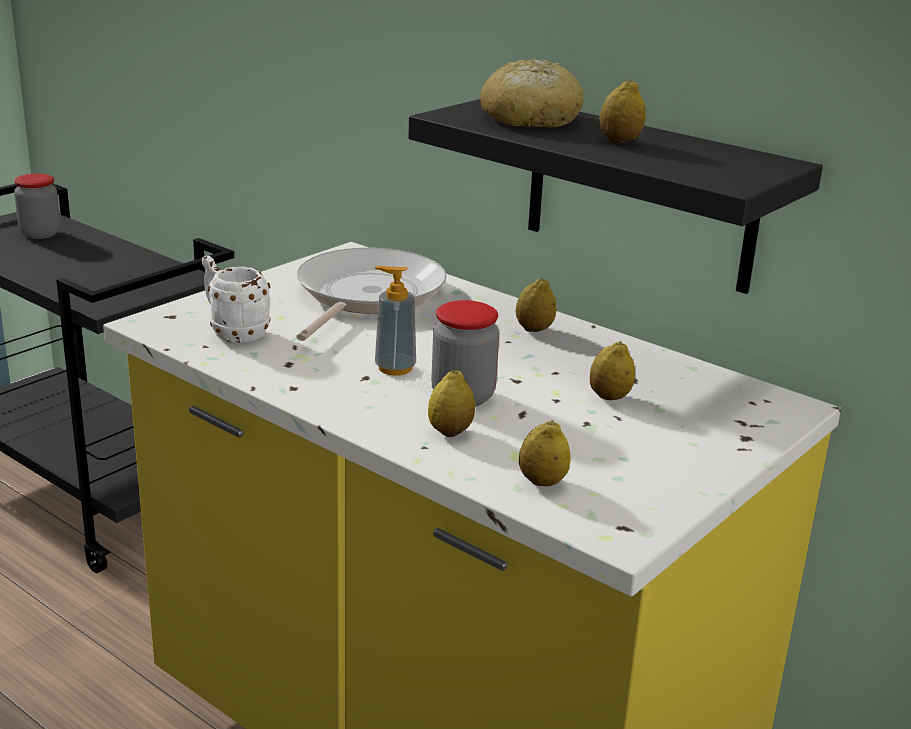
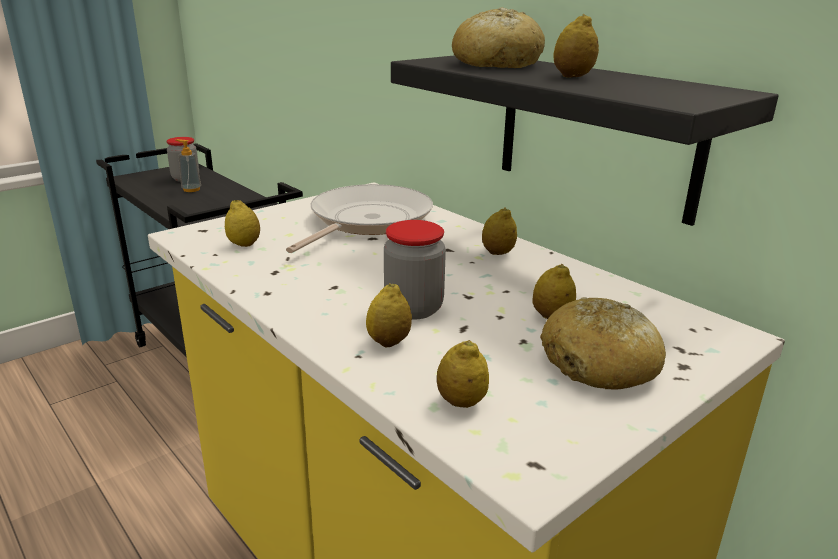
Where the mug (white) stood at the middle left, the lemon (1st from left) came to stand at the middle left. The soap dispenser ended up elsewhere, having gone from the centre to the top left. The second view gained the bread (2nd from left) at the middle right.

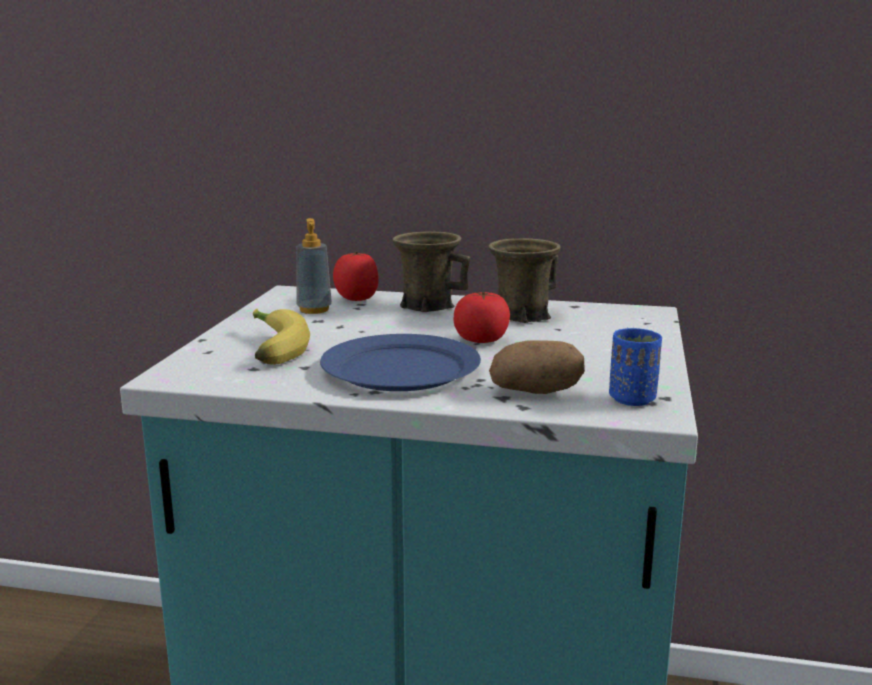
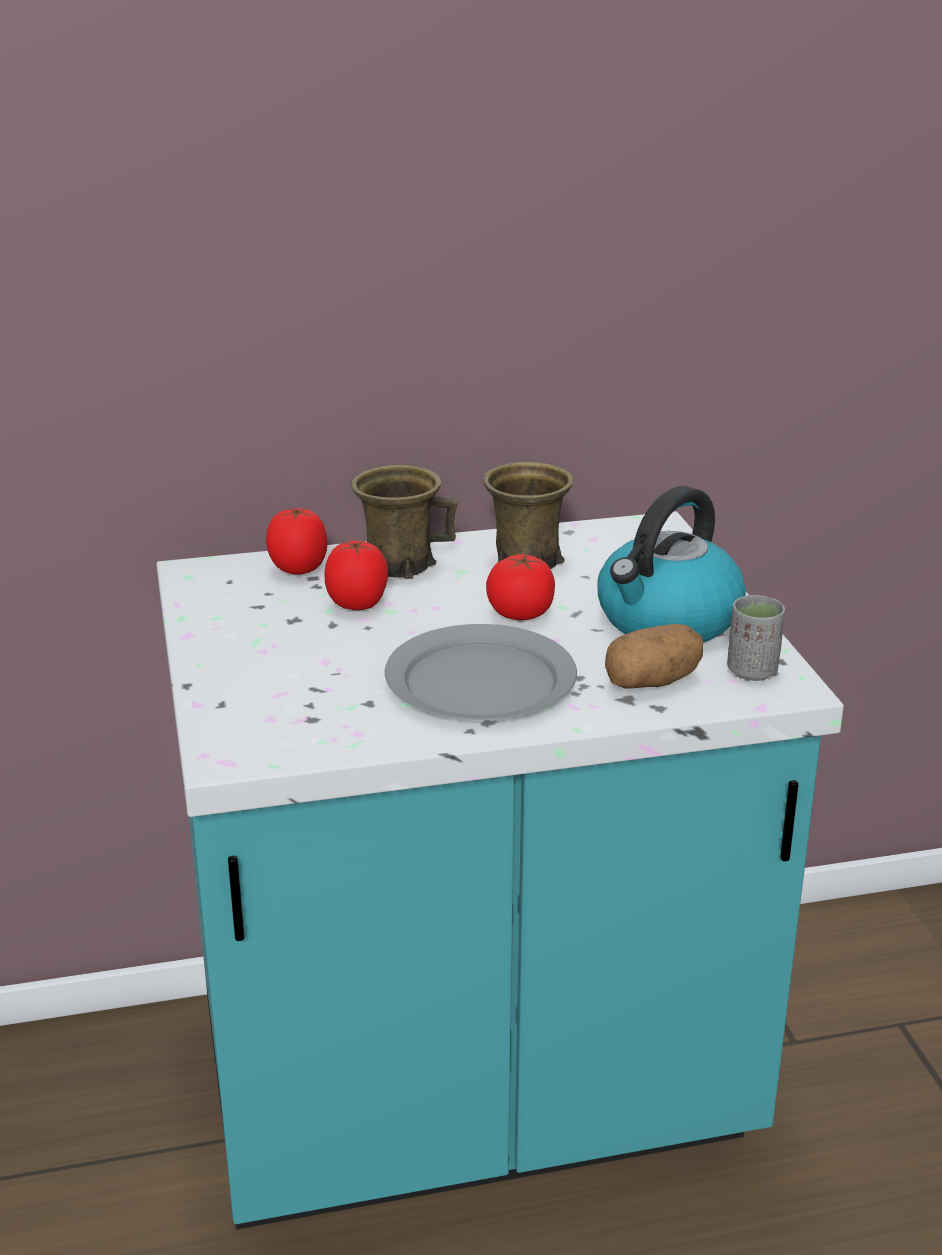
The second view lost the soap dispenser at the centre. The second view lost the banana at the middle left. What was the cup (blue) at the middle right turned into the cup (grey) at the middle right. What was the plate (blue) at the centre turned into the plate (grey) at the centre. The second view gained the kettle at the middle right. The second view gained the tomato (2nd from left) at the centre.

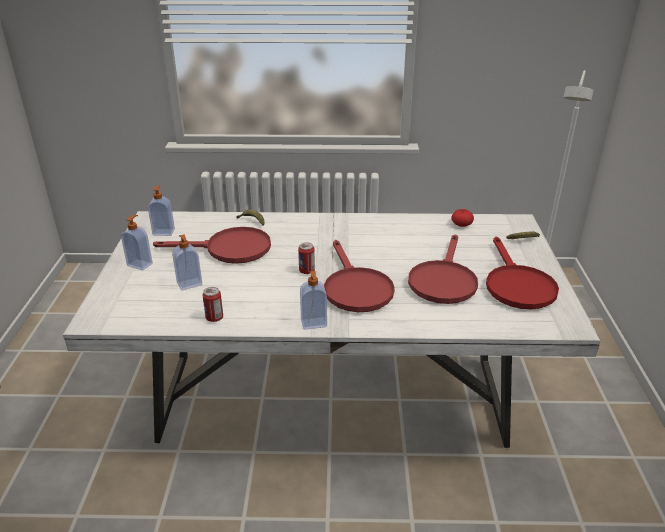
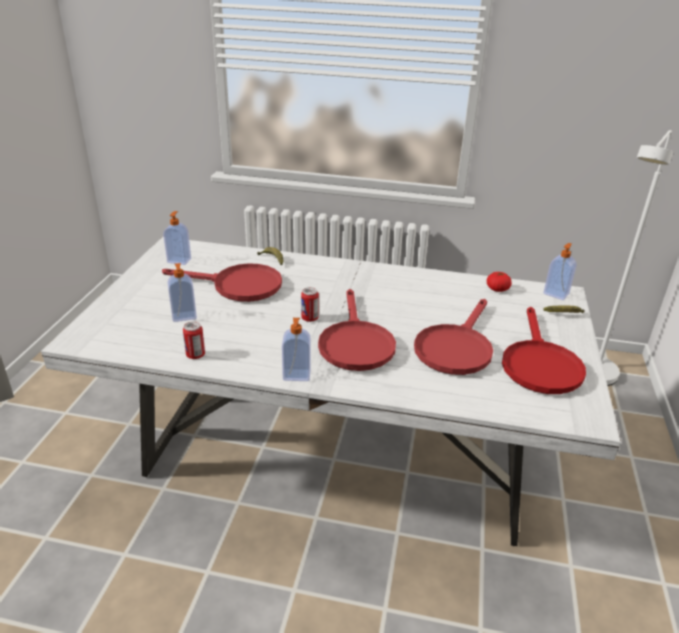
The soap dispenser (1st from left in the first image) ended up elsewhere, having gone from the middle left to the middle right.

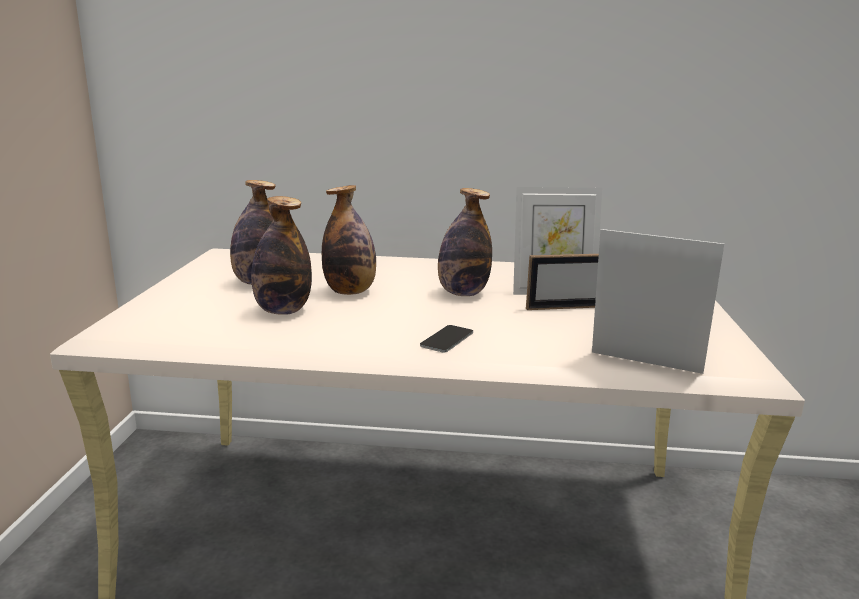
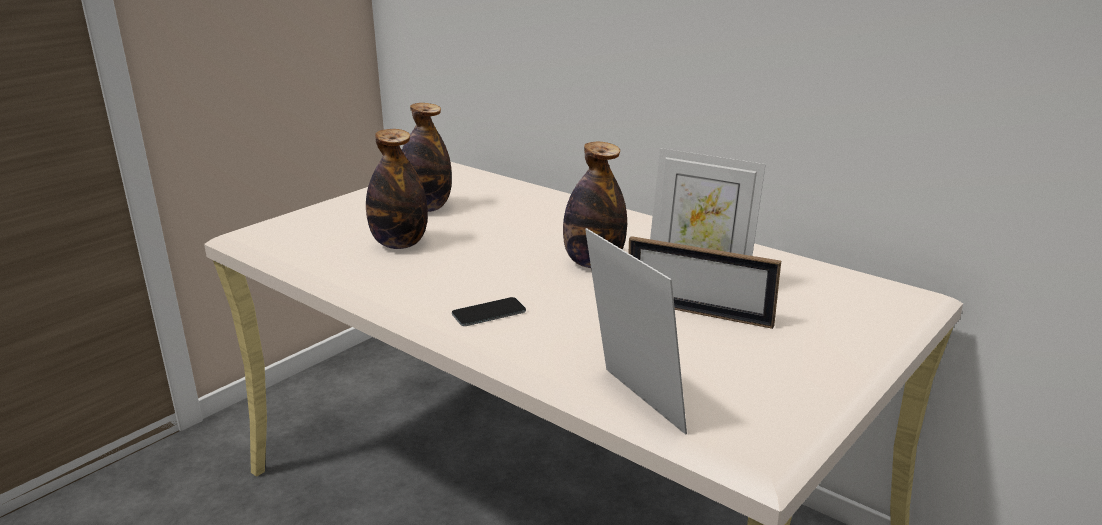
The second view lost the bottle (3rd from left) at the centre.

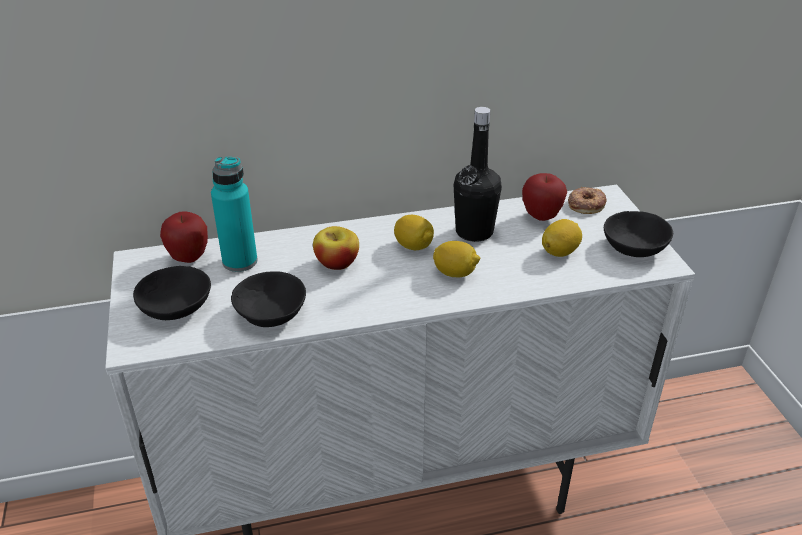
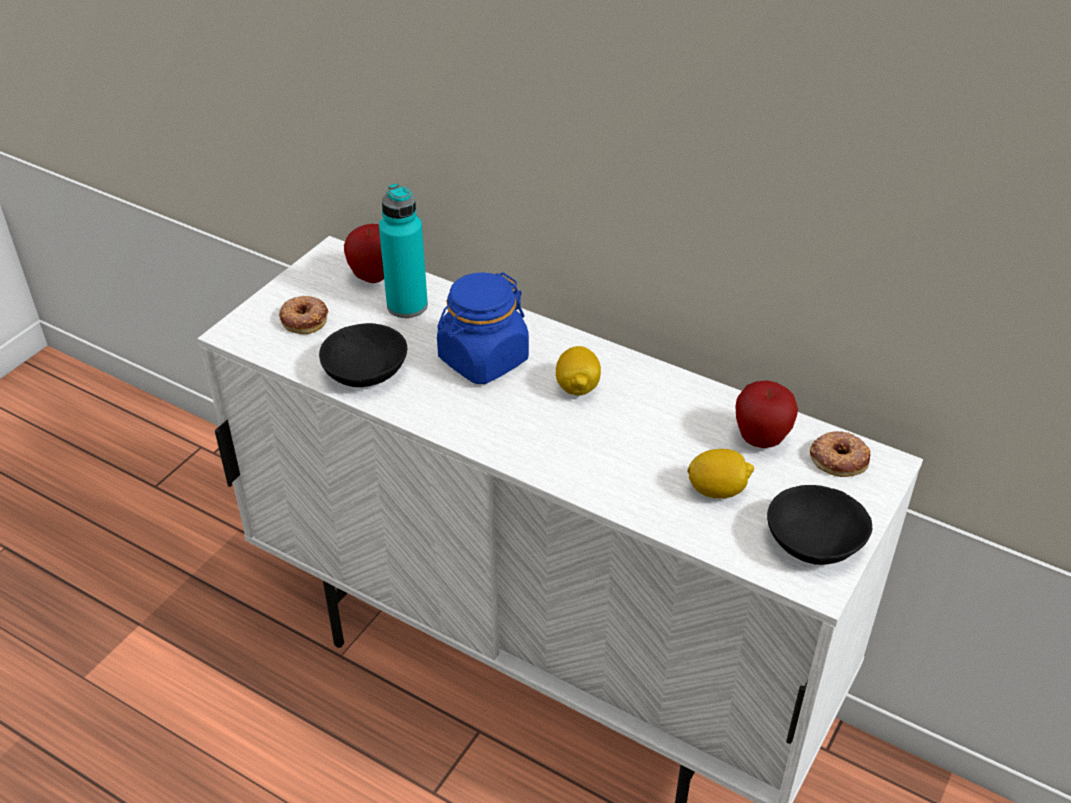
The second view lost the bottle (black) at the top centre. Where the apple (2nd from left) stood at the centre, the jar (blue) came to stand at the centre. The second view lost the lemon (2nd from left) at the centre. Where the bowl (black) (1st from left) stood at the middle left, the donut (1st from left) came to stand at the middle left.

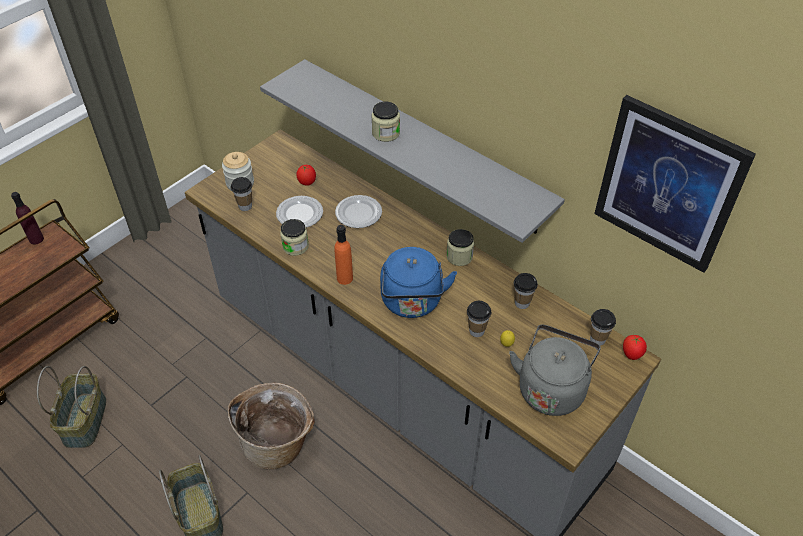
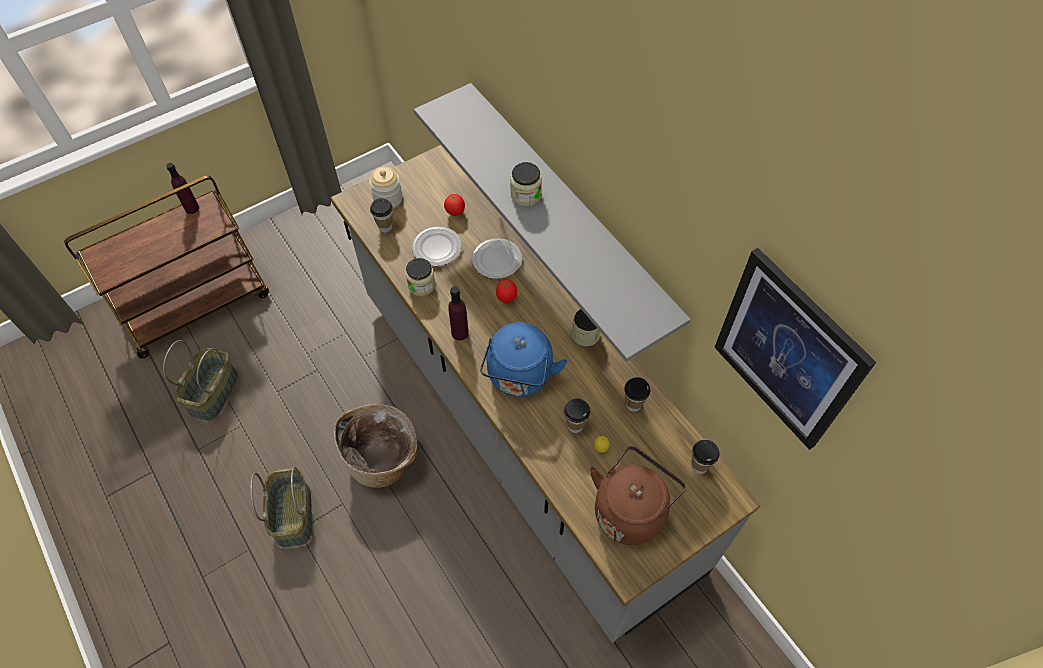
What was the bottle (orange) at the centre turned into the bottle (purple) (2nd from left) at the centre. What was the kettle (grey) at the bottom right turned into the kettle (brown) at the bottom centre. The tomato (2nd from left) ended up elsewhere, having gone from the middle right to the centre.

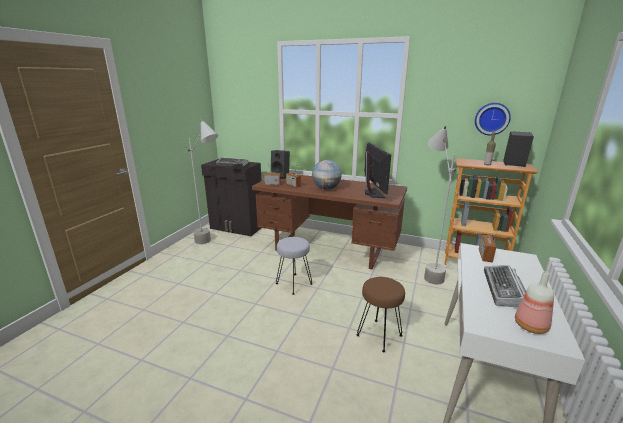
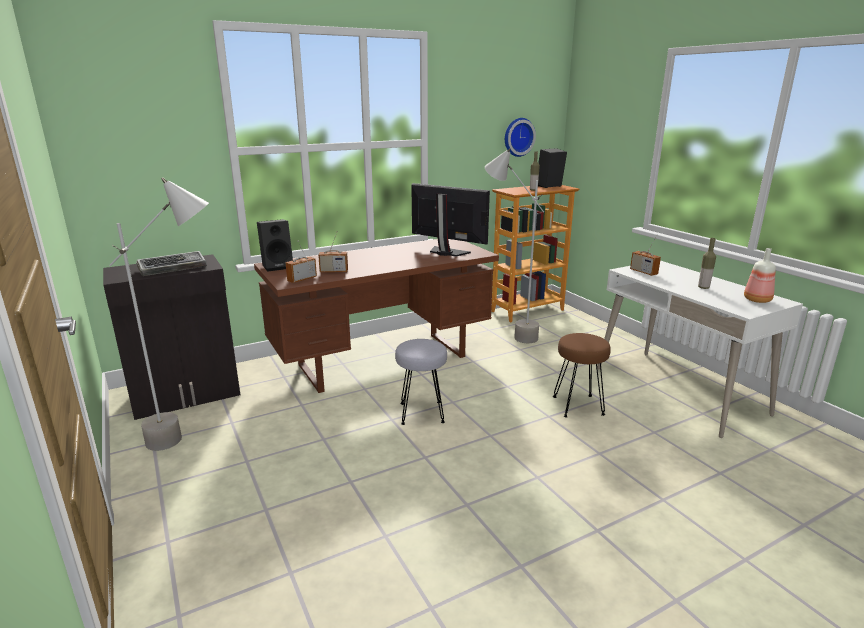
The second view lost the globe at the centre. Where the keyboard (2nd from left) stood at the bottom right, the bottle (2nd from left) came to stand at the middle right.

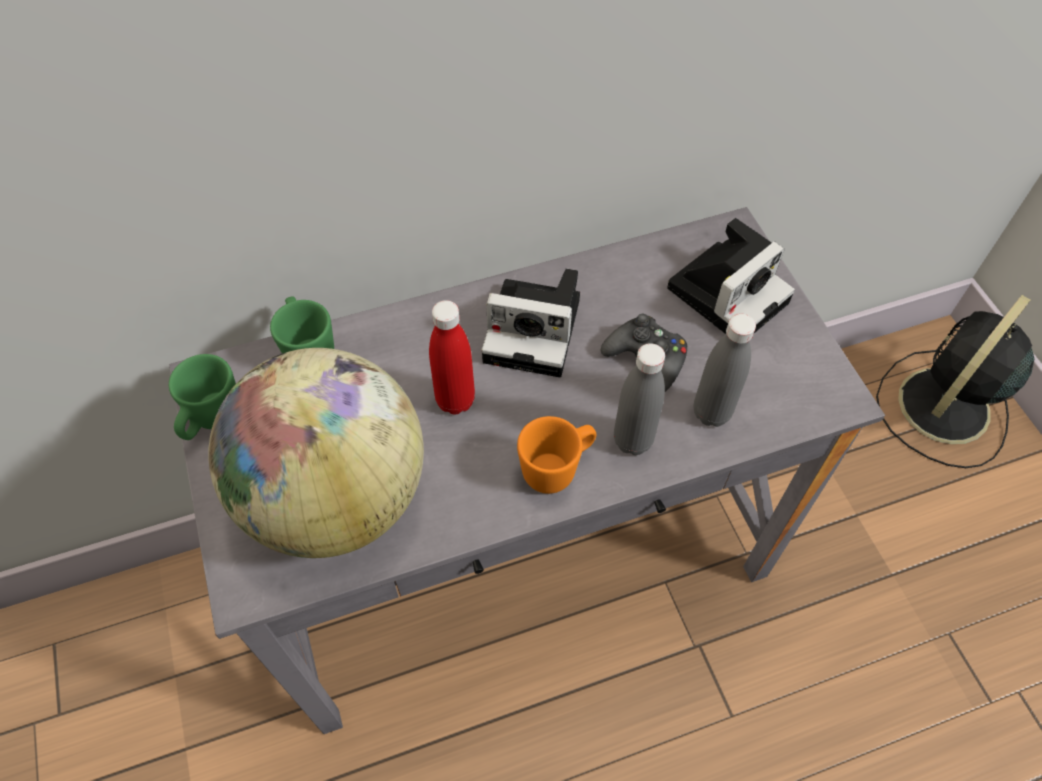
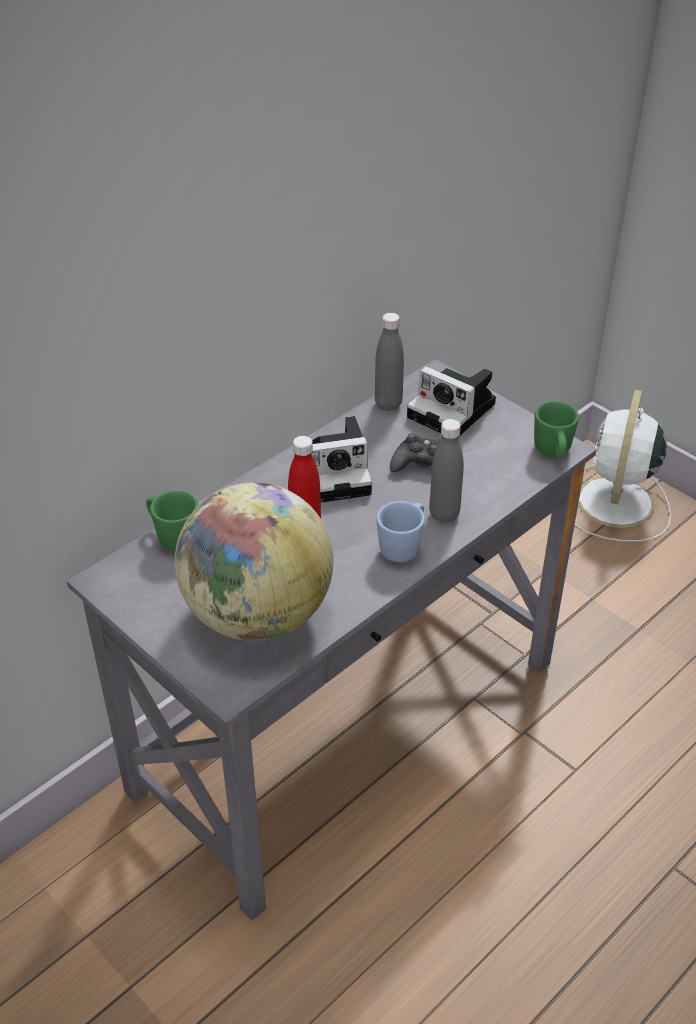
The photo camera (2nd from left) at the middle right ended up facing another way, 105 degrees clockwise from before. What was the fan (black) at the middle right turned into the fan (white) at the middle right. The bottle (grey) (2nd from left in the first image) ended up elsewhere, having gone from the middle right to the centre. The mug (green) (1st from left in the first image) ended up elsewhere, having gone from the middle left to the middle right. What was the mug (orange) at the centre turned into the mug (blue) at the centre.

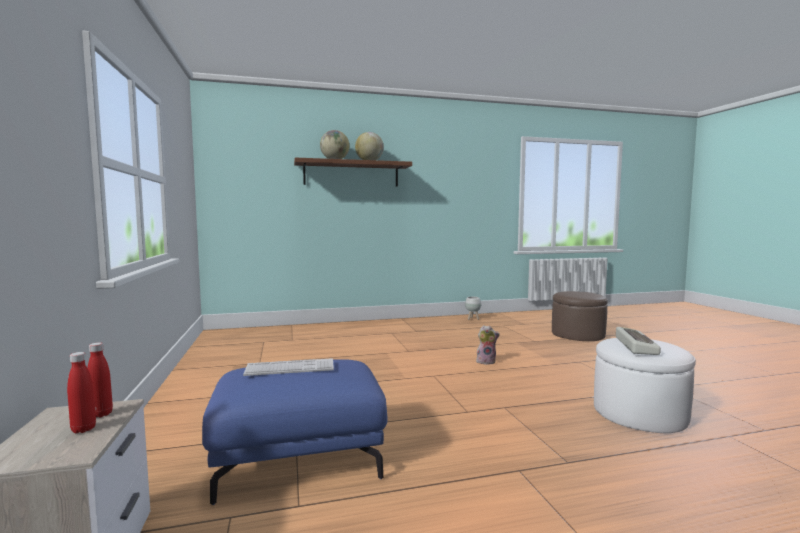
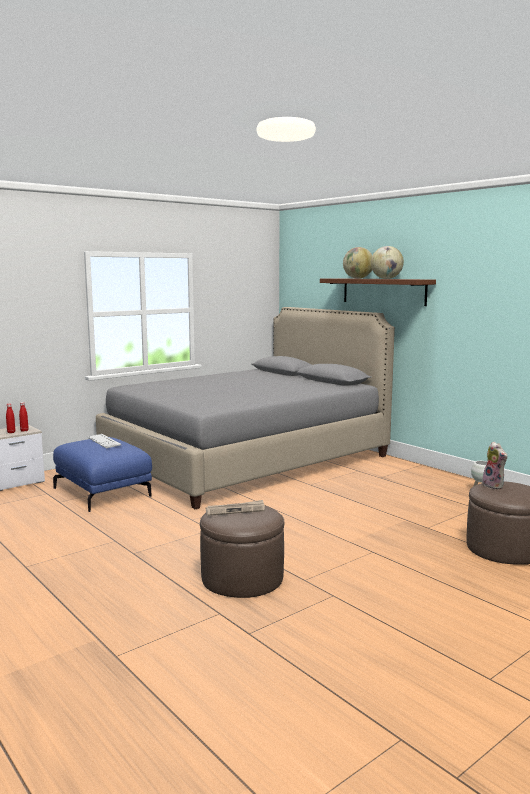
The plush toy ended up elsewhere, having gone from the centre to the middle right. Where the keyboard (2nd from left) stood at the middle right, the newspaper came to stand at the centre. What was the ottoman (white) at the bottom right turned into the ottoman (brown) (1st from left) at the bottom centre. The second view gained the bed (grey) at the centre.

